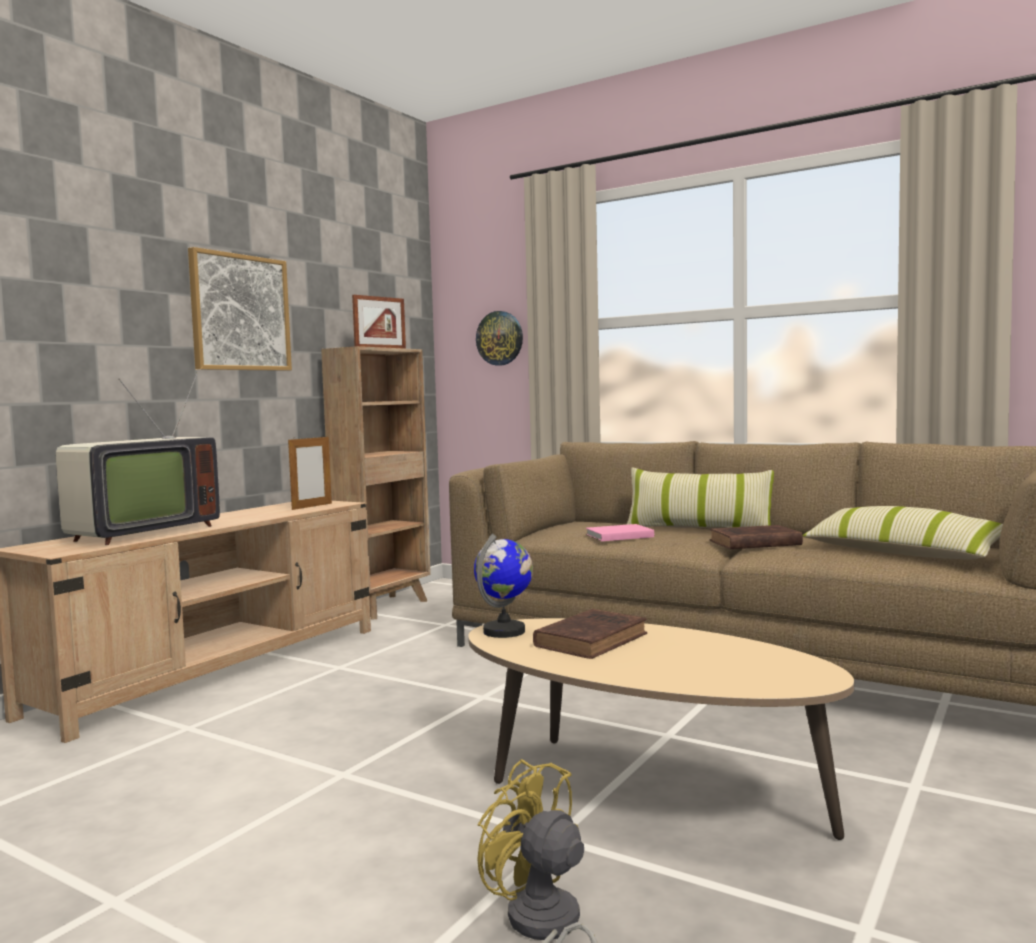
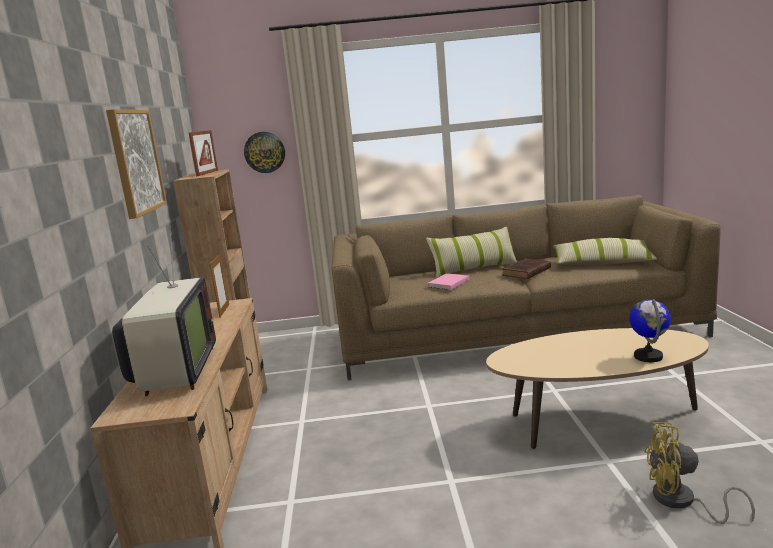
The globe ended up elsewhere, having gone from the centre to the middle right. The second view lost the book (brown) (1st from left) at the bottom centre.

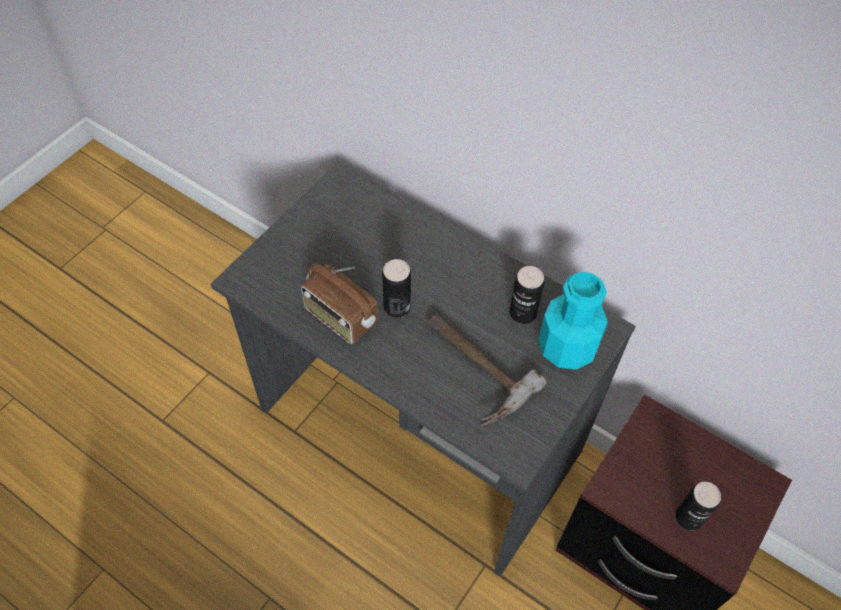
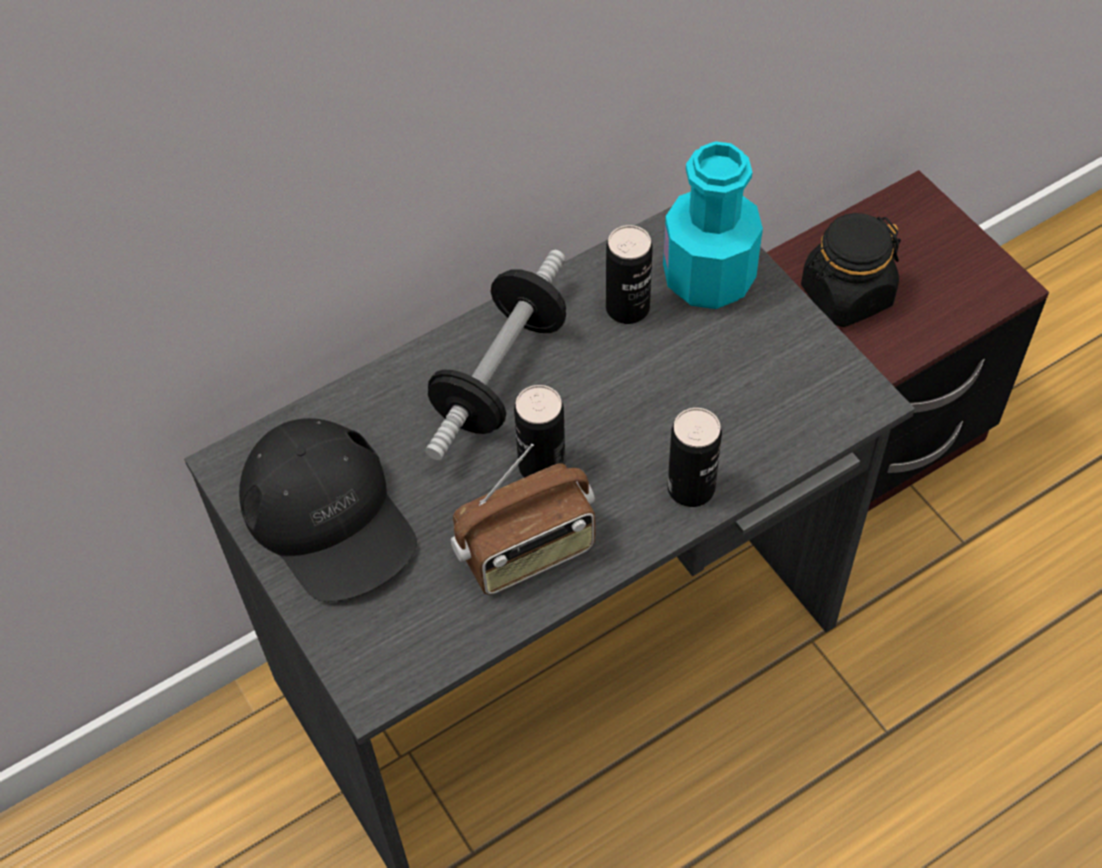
The second view lost the hammer at the centre. The can (3rd from left) ended up elsewhere, having gone from the bottom right to the centre. The second view gained the jar (black) at the top right. The second view gained the dumbbell at the centre. The second view gained the cap (black) at the middle left.

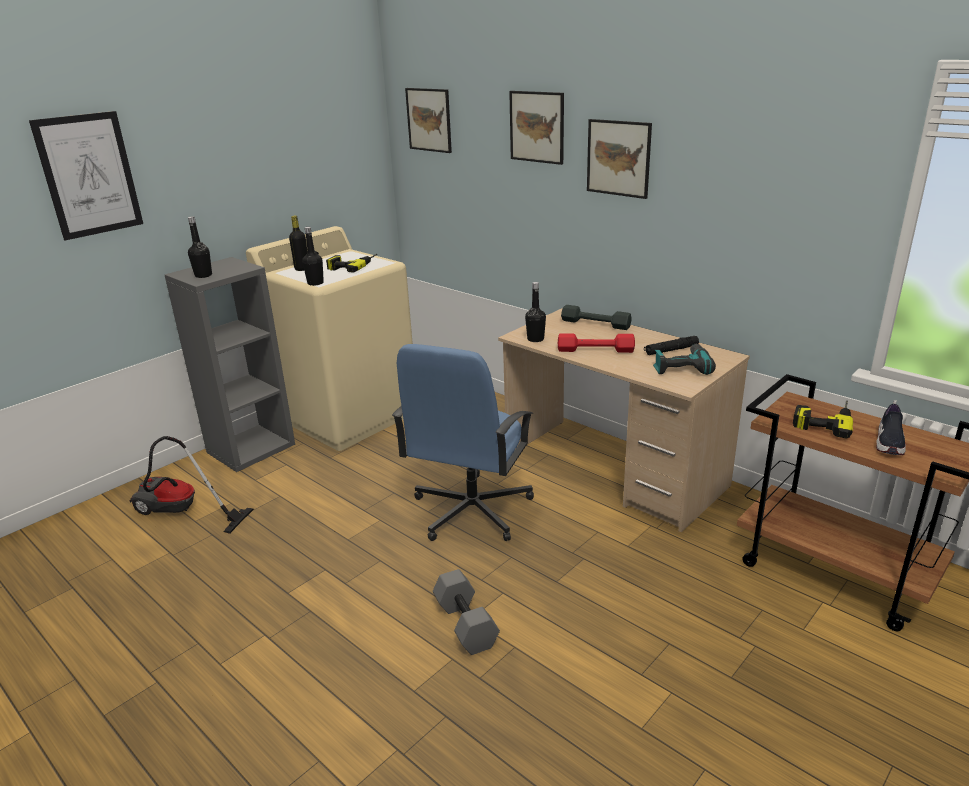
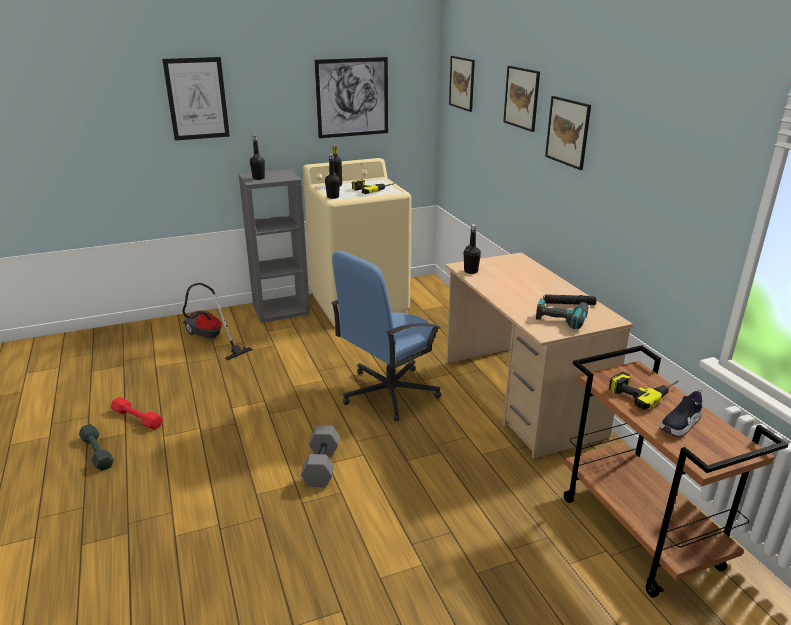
The dumbbell (grey) (2nd from left in the first image) ended up elsewhere, having gone from the centre to the bottom left. The dumbbell (red) ended up elsewhere, having gone from the centre to the middle left. The second view gained the picture (2nd from left) at the top centre.

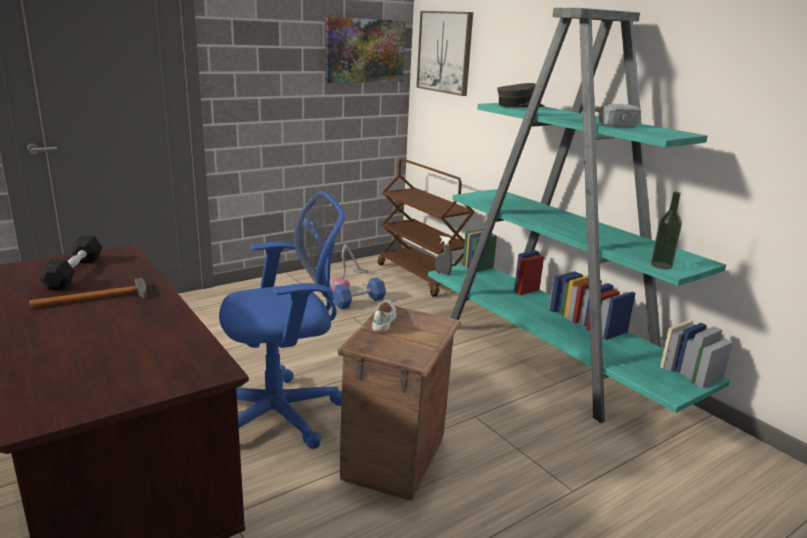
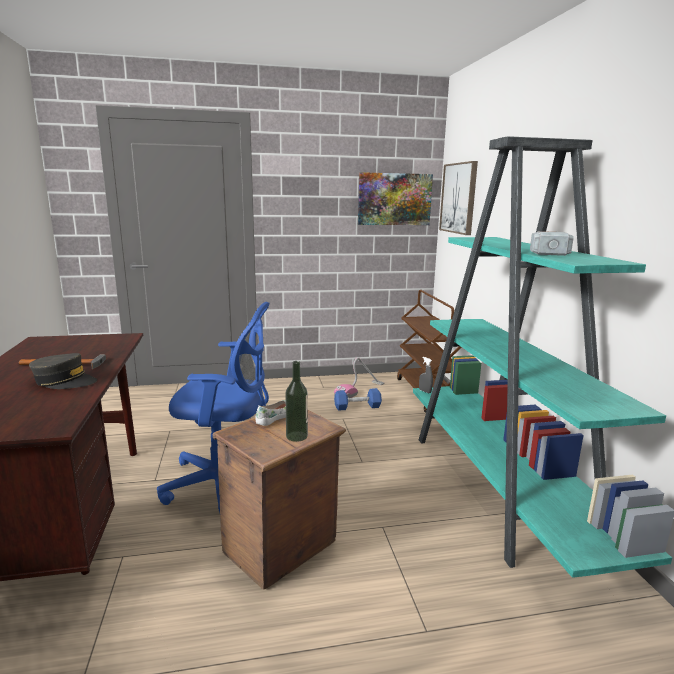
The cap (grey) ended up elsewhere, having gone from the top centre to the middle left. The bottle ended up elsewhere, having gone from the middle right to the centre. The second view lost the dumbbell (black) at the middle left.

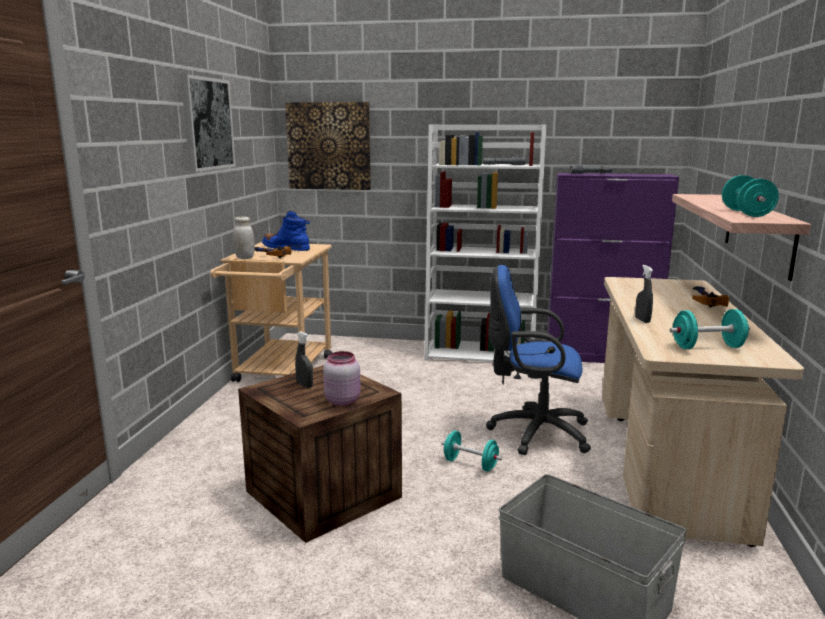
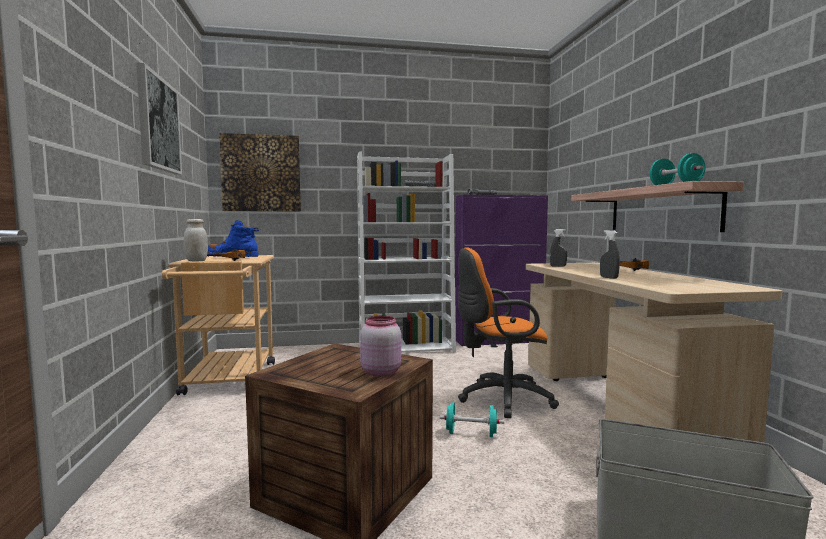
What was the office chair (blue) at the centre turned into the office chair (orange) at the centre. The second view lost the dumbbell (turquoise) (2nd from left) at the middle right. The spray bottle (grey) (1st from left) ended up elsewhere, having gone from the centre to the middle right.

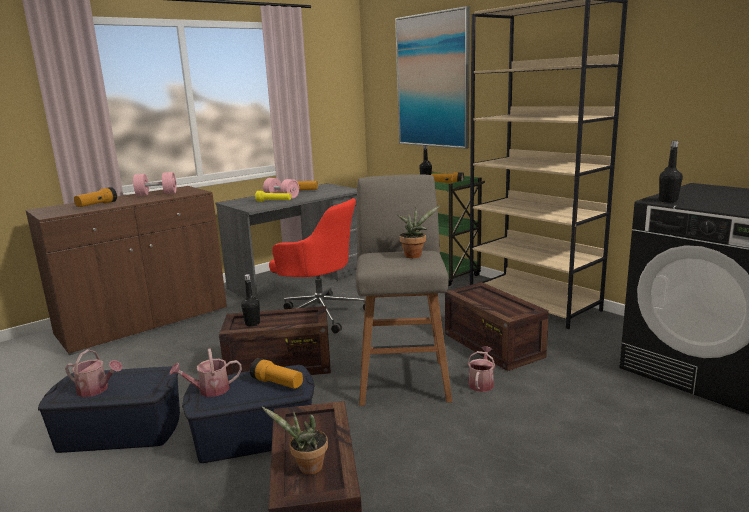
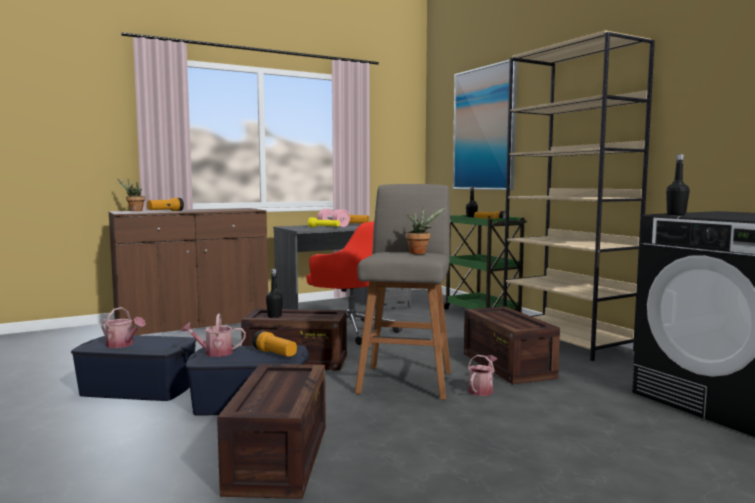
The second view lost the dumbbell (pink) (1st from left) at the middle left. The potted plant (1st from left) ended up elsewhere, having gone from the bottom centre to the middle left.

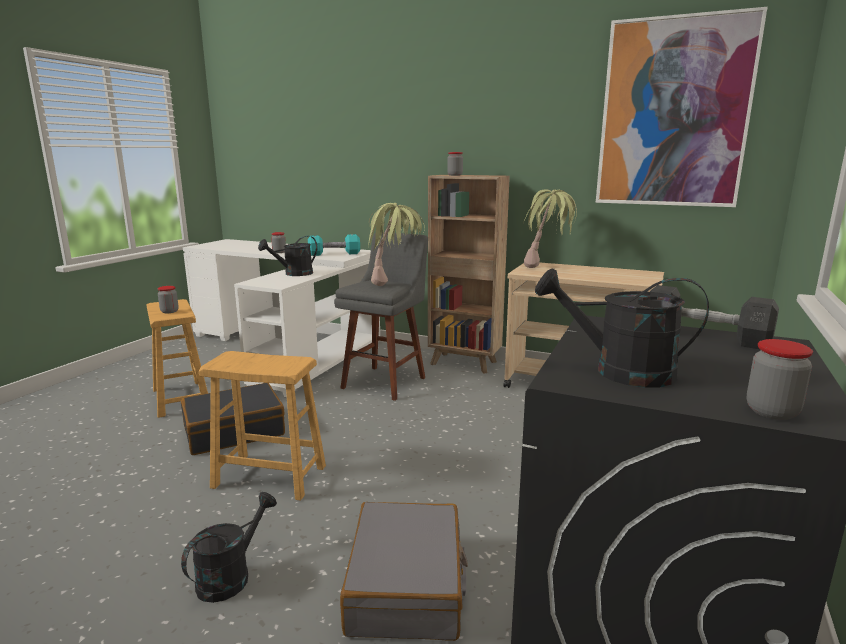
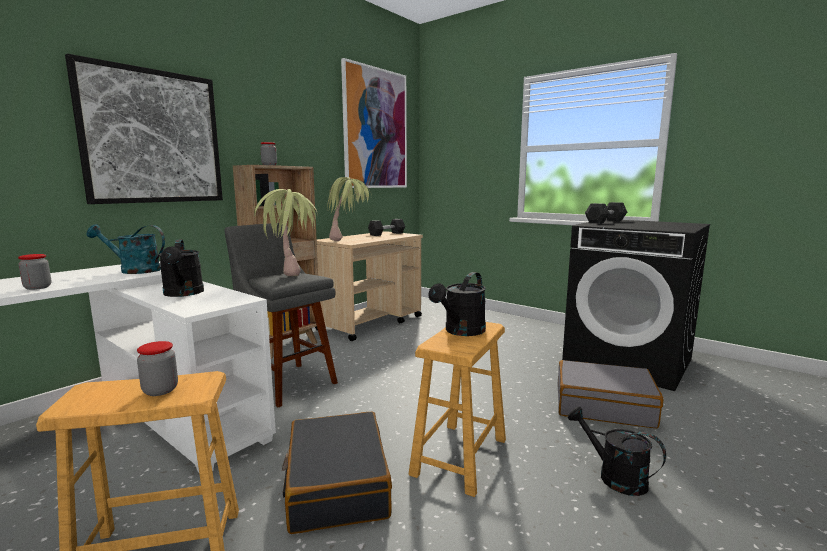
Where the dumbbell (turquoise) stood at the centre, the watering can (turquoise) came to stand at the middle left. The watering can (black) (3rd from left in the first image) ended up elsewhere, having gone from the middle right to the centre. The second view lost the jar (4th from left) at the middle right. The second view gained the picture (1st from left) at the top left. The second view gained the dumbbell (grey) (1st from left) at the centre.

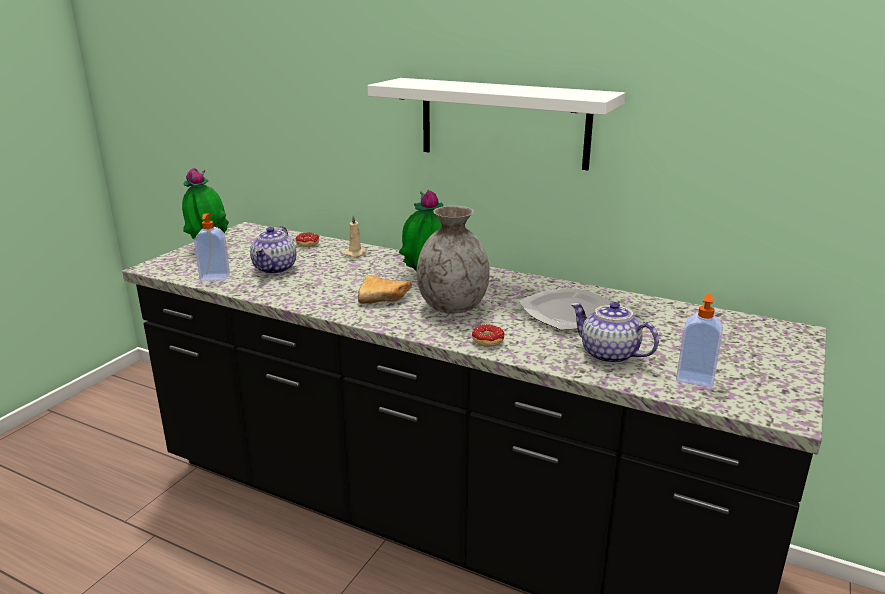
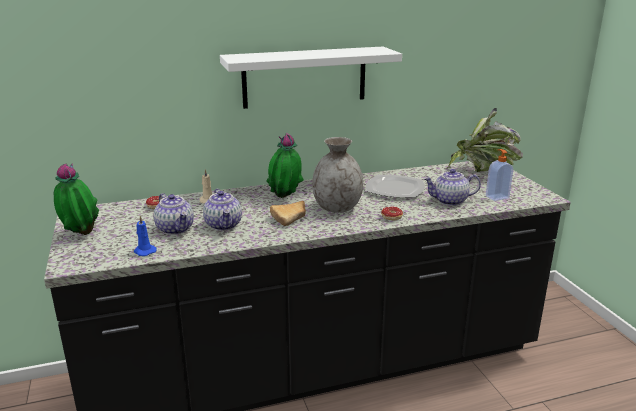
Where the soap dispenser (1st from left) stood at the middle left, the candle (blue) came to stand at the middle left. The second view gained the potted plant (3rd from left) at the middle right. The second view gained the teapot (2nd from left) at the centre.

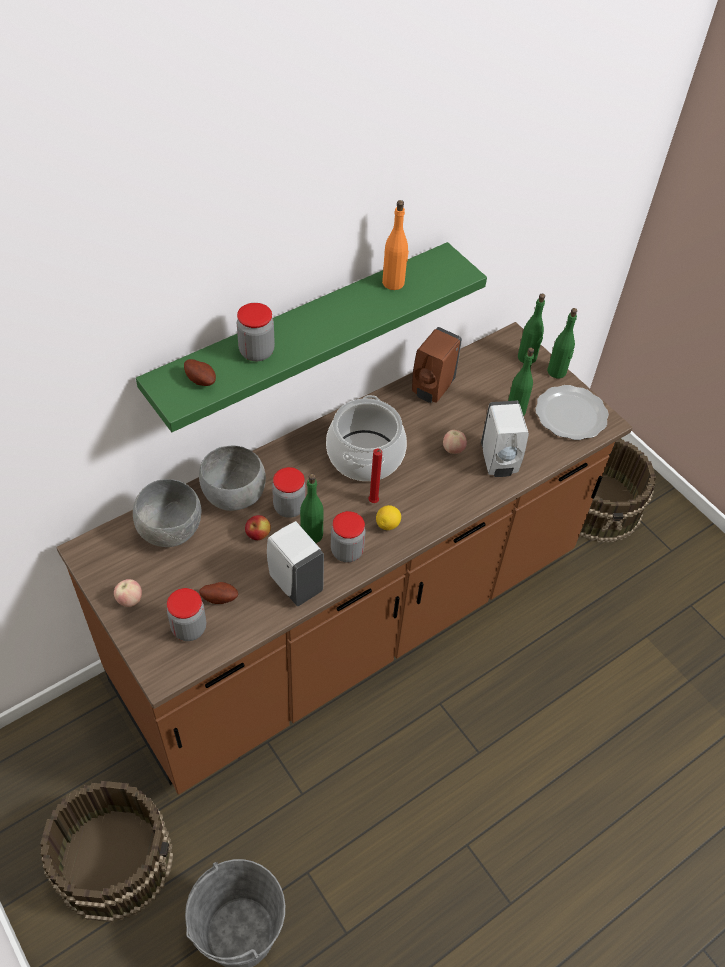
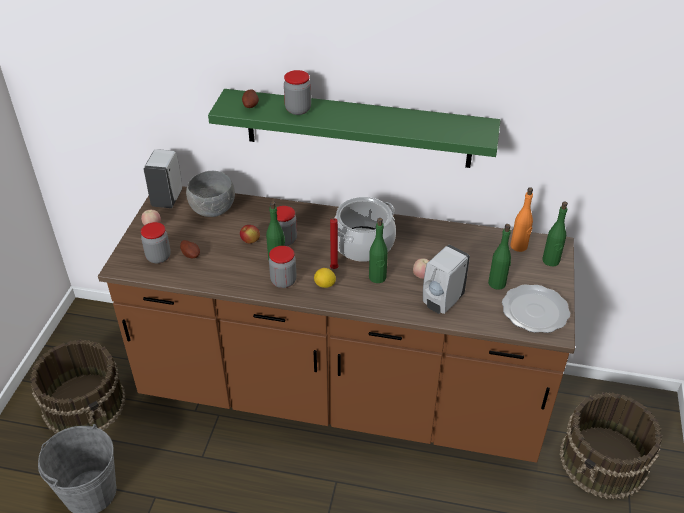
The bottle (orange) ended up elsewhere, having gone from the top centre to the middle right. The bottle (green) (4th from left in the first image) ended up elsewhere, having gone from the middle right to the centre. The second view lost the soap dispenser (brown) at the centre. The second view lost the bowl (grey) (2nd from left) at the middle left. The soap dispenser (white) (1st from left) ended up elsewhere, having gone from the centre to the middle left.

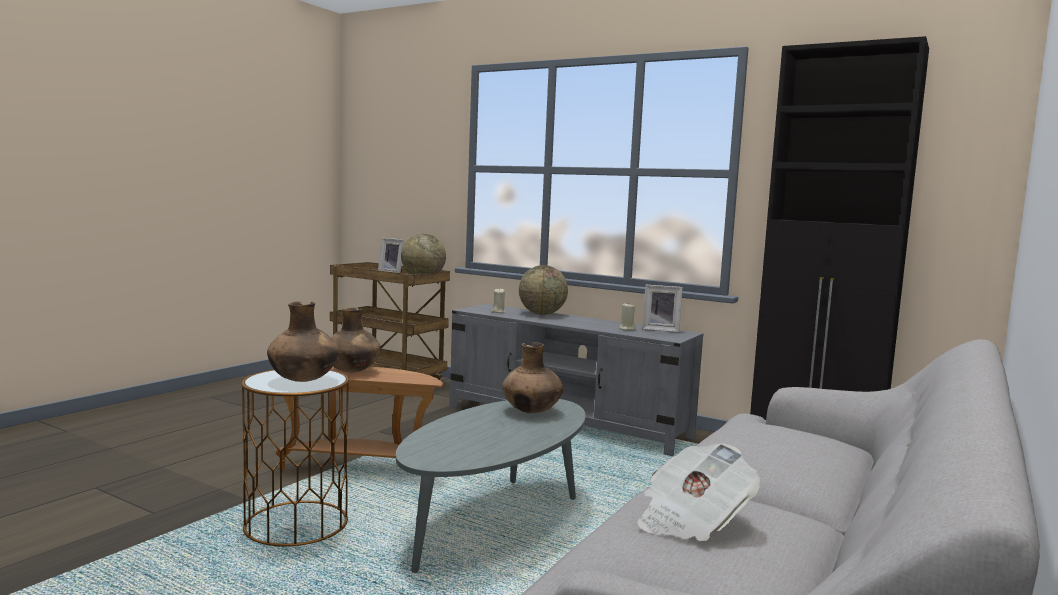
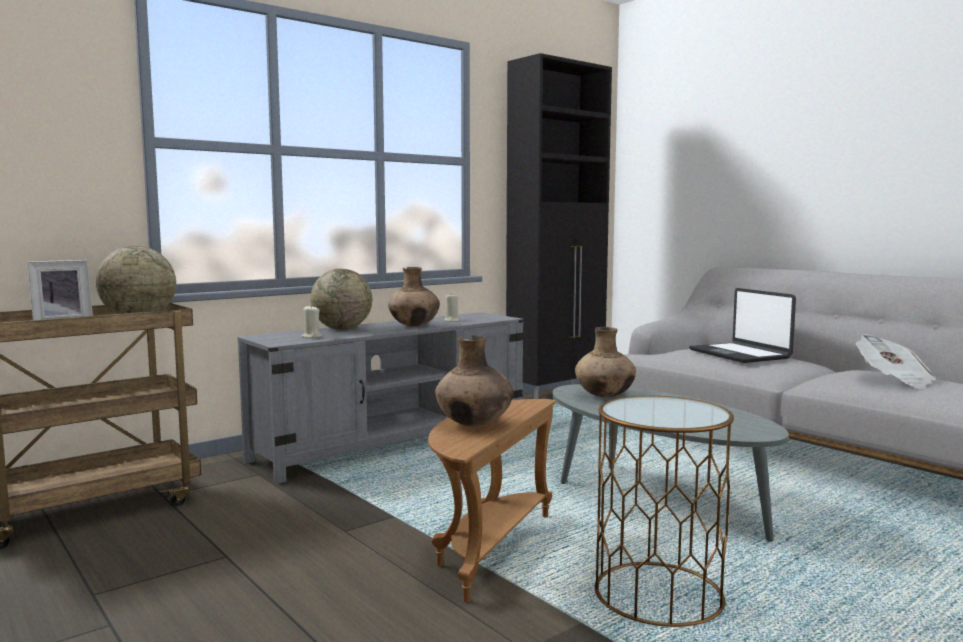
The second view lost the picture frame (2nd from left) at the centre. The vase (brown) (1st from left) ended up elsewhere, having gone from the middle left to the centre. The second view gained the laptop at the middle right.

